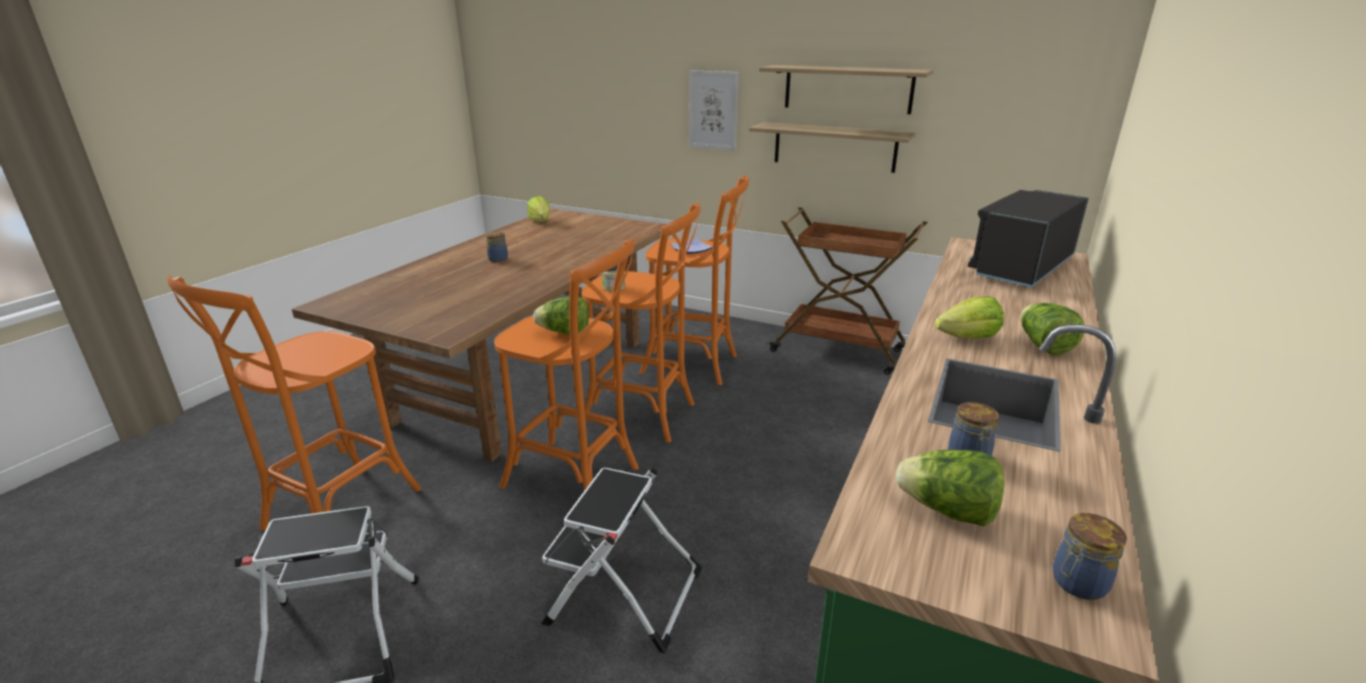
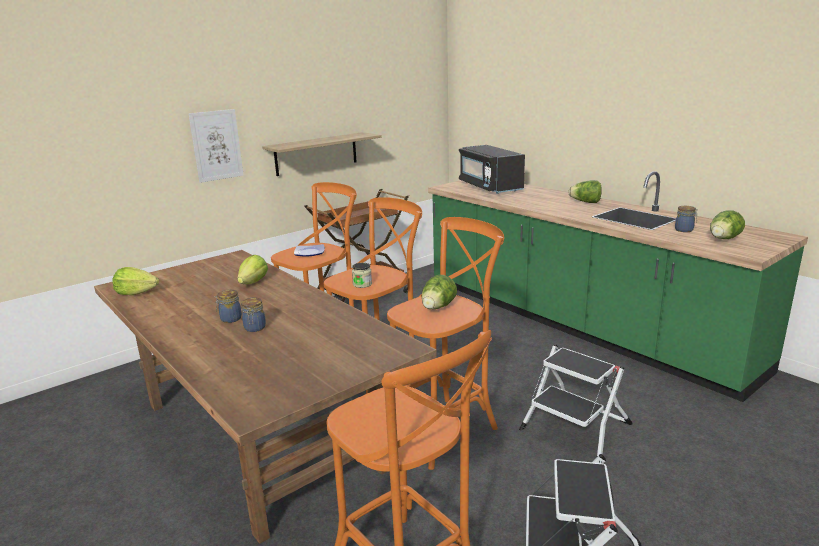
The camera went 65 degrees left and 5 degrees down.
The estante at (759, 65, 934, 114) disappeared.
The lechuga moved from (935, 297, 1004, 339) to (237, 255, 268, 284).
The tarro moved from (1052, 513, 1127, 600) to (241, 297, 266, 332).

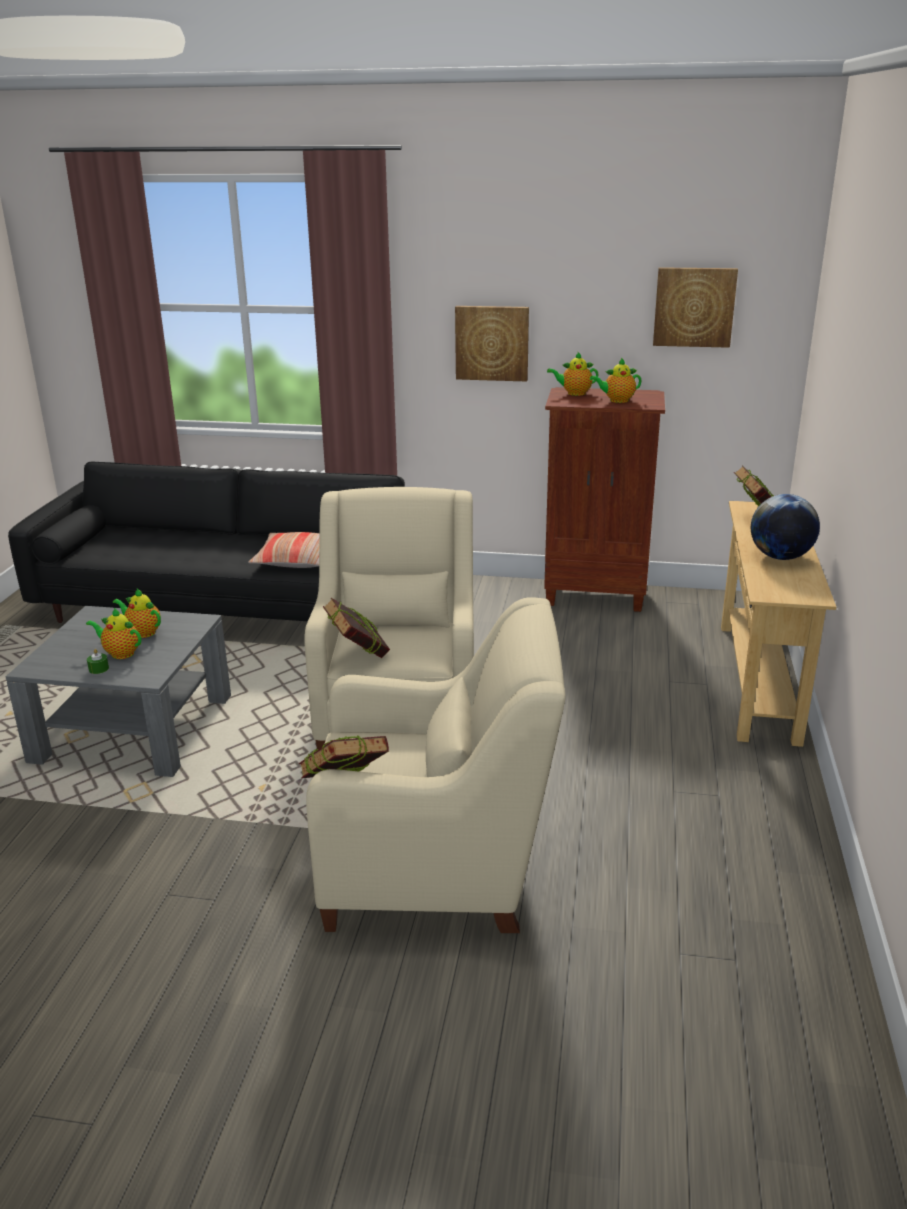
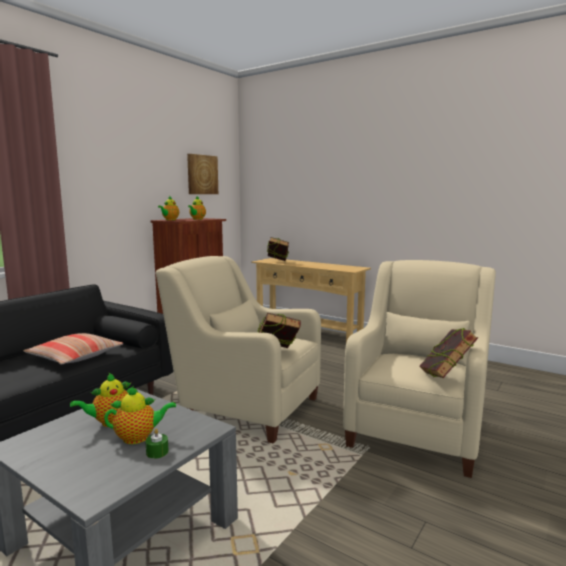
The camera went 65 degrees left and 15 degrees down.
The tetera at (86, 608, 141, 659) turned 150 degrees counterclockwise.
The cuadro at (455, 306, 529, 382) disappeared.
The globo terráqueo at (751, 494, 820, 560) disappeared.

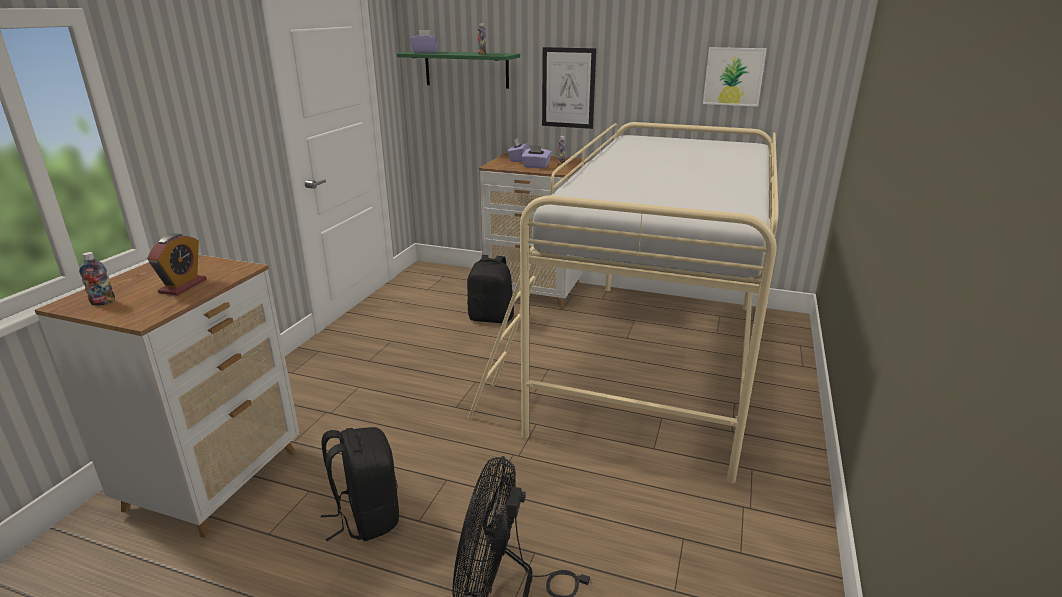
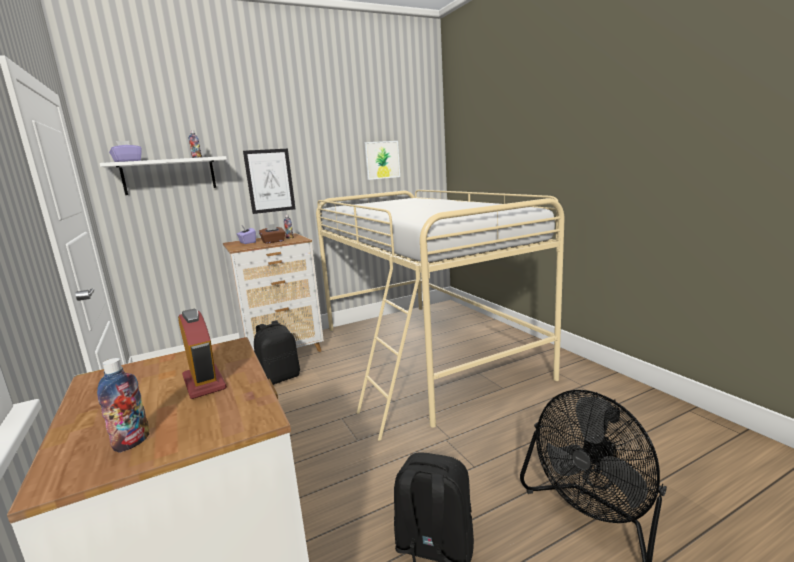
The camera went 45 degrees left and 10 degrees down.
The estante [verde] at (397, 51, 520, 89) became the estante [blanco] at (100, 156, 227, 195).
The caja de pañuelos [morado] at (521, 145, 552, 168) became the caja de pañuelos [marrón] at (259, 224, 286, 244).

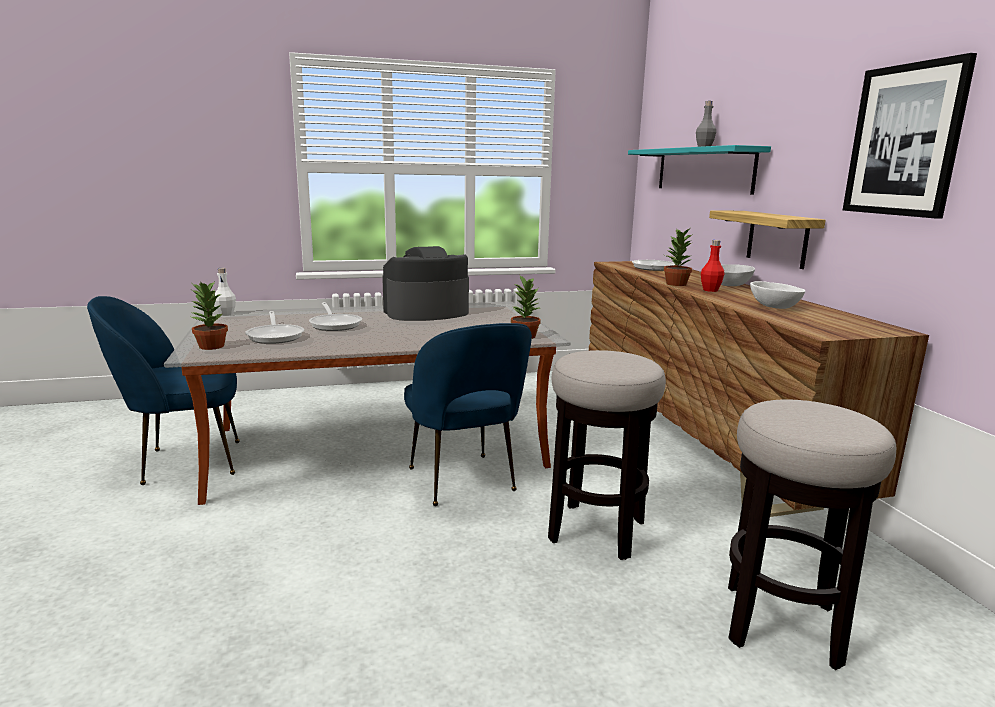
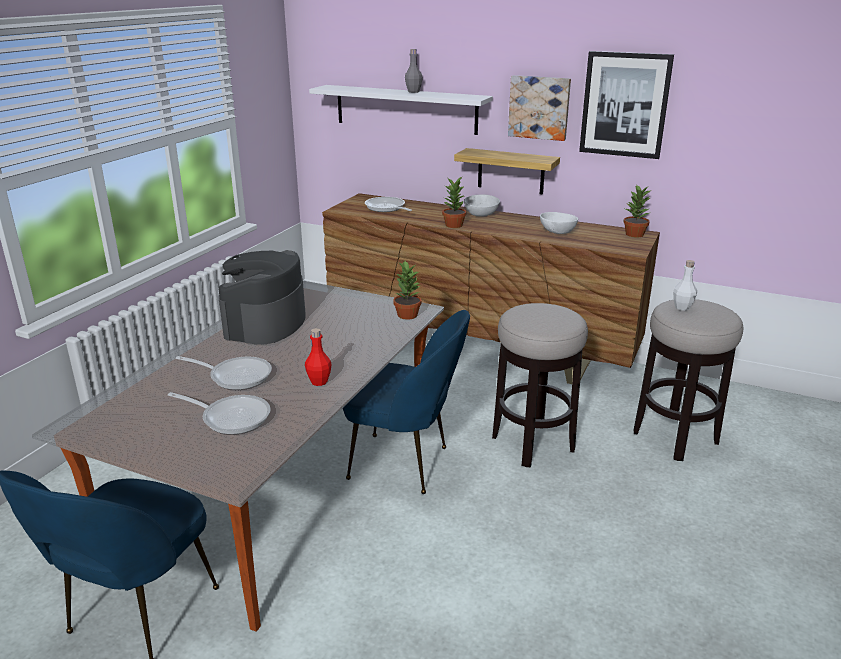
The camera went 50 degrees left and 10 degrees up.
The planta en maceta moved from (190, 281, 228, 350) to (623, 184, 650, 237).
The botella [blanco] moved from (214, 268, 236, 316) to (673, 260, 697, 311).
The estante [turquesa] at (628, 145, 771, 195) became the estante [blanco] at (309, 85, 493, 135).
The botella [rojo] moved from (701, 240, 724, 292) to (305, 328, 332, 386).
The cuadro at (508, 75, 571, 141) appeared.

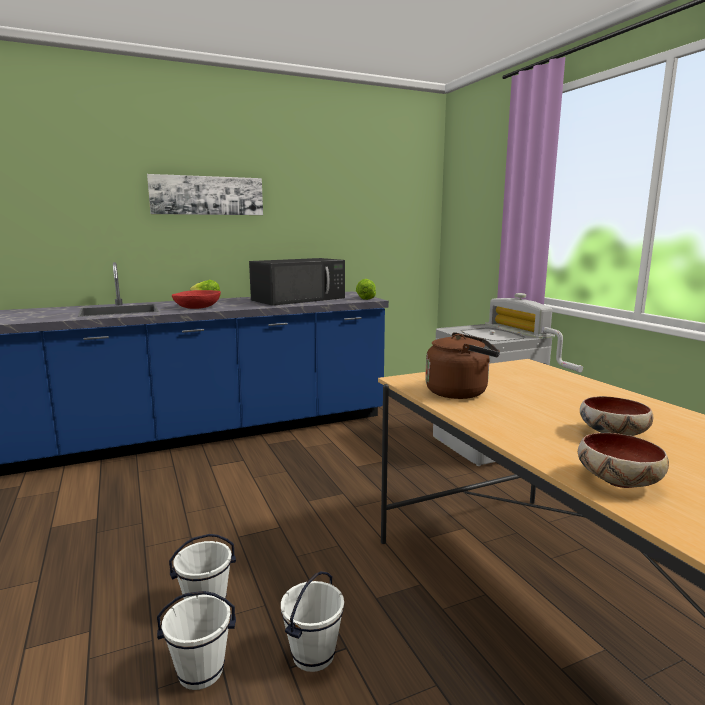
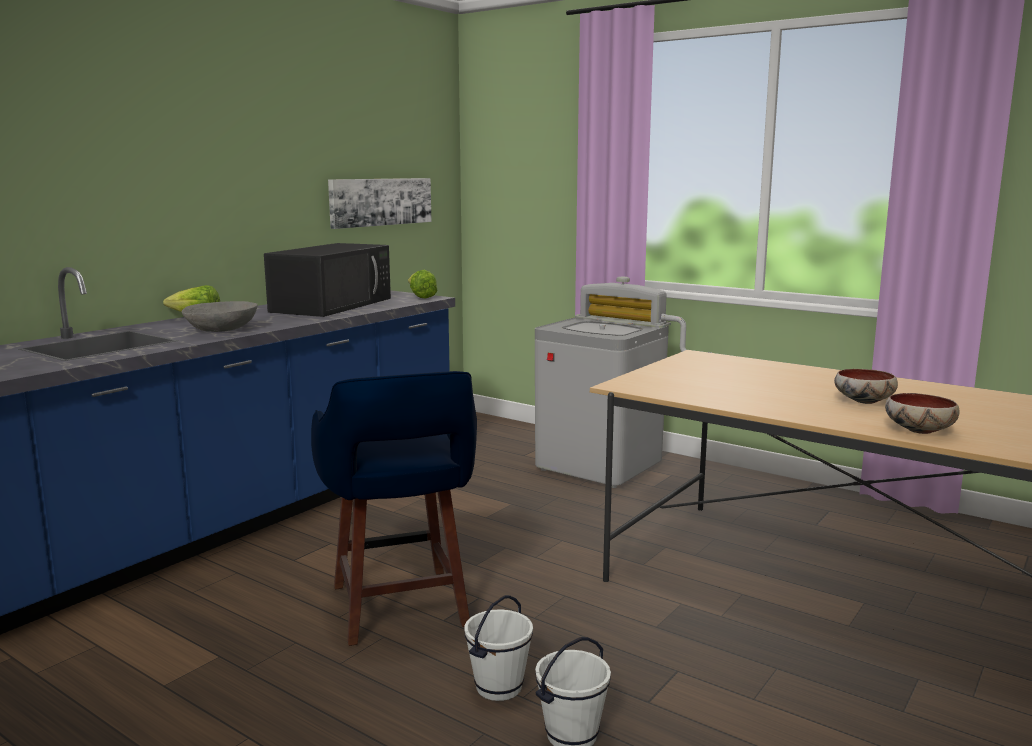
The camera went 30 degrees left and 0 degrees up.
The cuadro moved from (147, 174, 263, 215) to (328, 178, 432, 229).
The cuenco [rojo] at (172, 290, 221, 309) became the cuenco [gris] at (182, 301, 258, 332).
The cubo [blanco] at (281, 571, 344, 672) disappeared.
The hervidor [marrón] at (425, 332, 500, 399) disappeared.
The taburete [azul] at (311, 371, 477, 646) appeared.

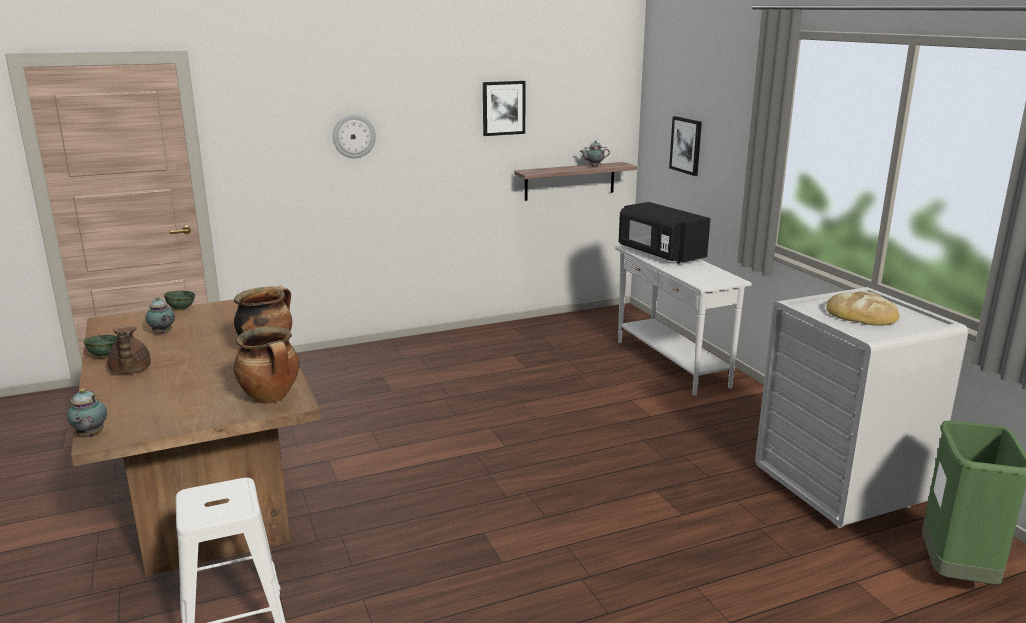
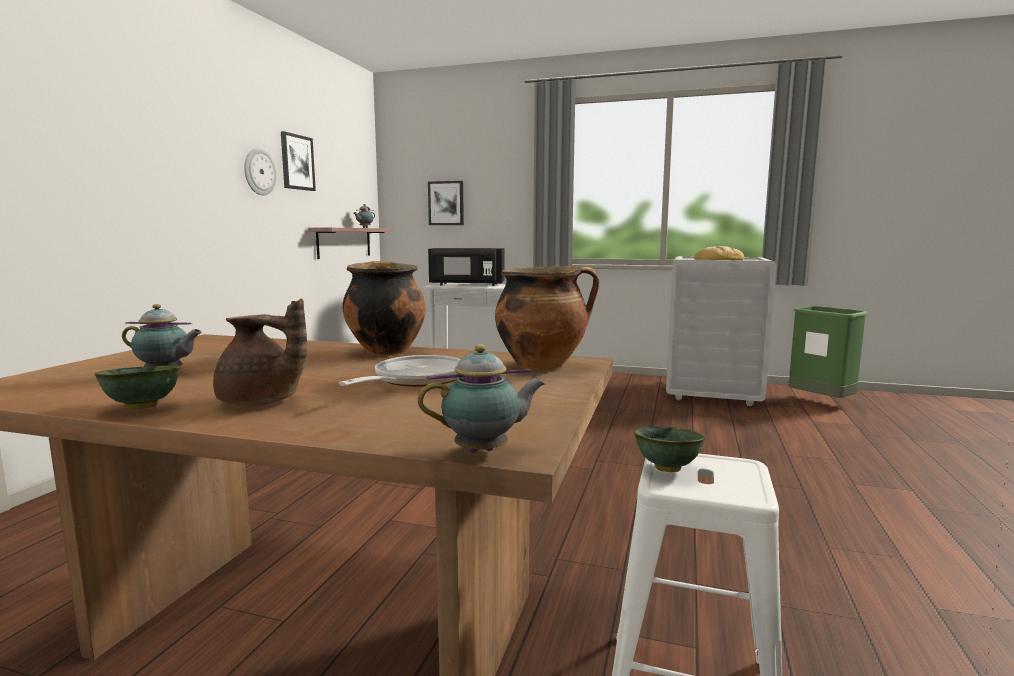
The camera went 50 degrees left and 10 degrees down.
The tetera at (67, 388, 107, 436) turned 45 degrees counterclockwise.
The cuenco [verde] moved from (164, 290, 196, 311) to (634, 427, 706, 472).
The reloj de pared moved from (333, 115, 376, 158) to (244, 148, 276, 195).
The sartén at (339, 355, 461, 387) appeared.

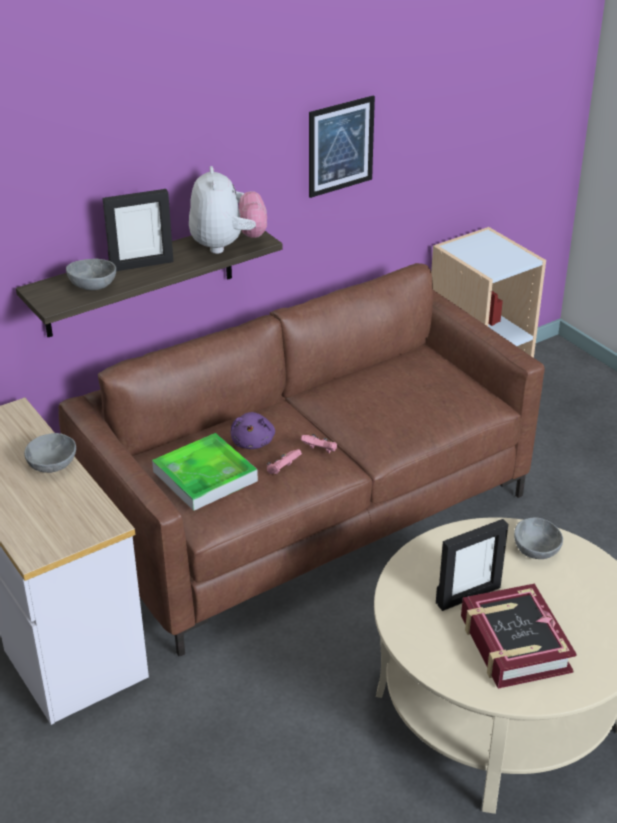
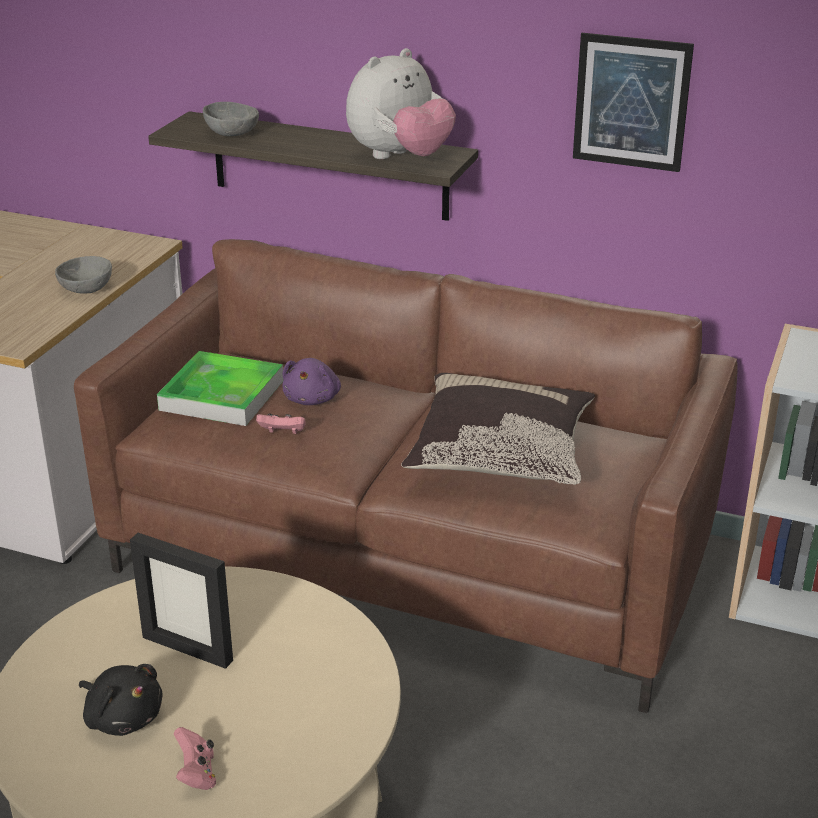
The camera went 55 degrees right and 5 degrees down.
The portarretratos at (102, 189, 174, 271) disappeared.
The peluche [morado] at (231, 412, 275, 449) turned 45 degrees counterclockwise.
The mando de consola [rosa] moved from (301, 434, 337, 453) to (174, 727, 216, 790).
The libro at (461, 584, 576, 689) was replaced by the peluche [negro] at (79, 664, 162, 736).
The cuenco [gris] at (514, 517, 563, 559) disappeared.
The cojín at (401, 373, 595, 485) appeared.

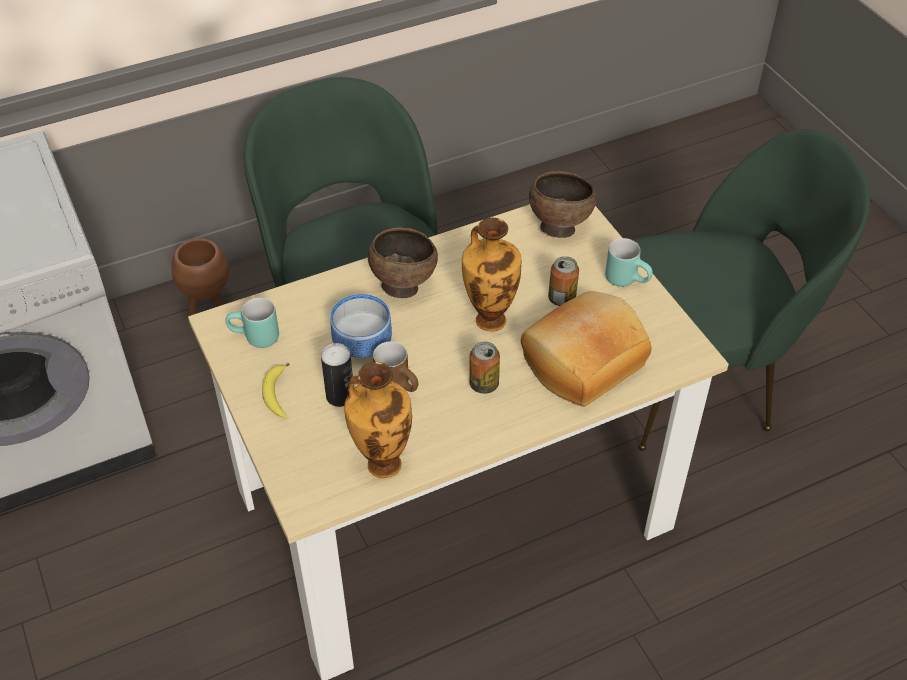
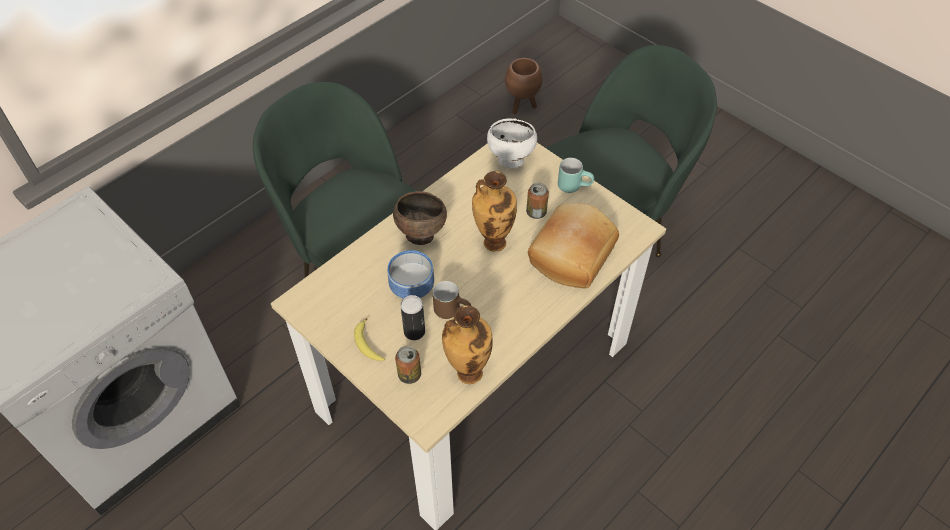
The camera went 20 degrees left and 5 degrees up.
The maceta [marrón] moved from (171, 238, 229, 316) to (505, 58, 542, 114).
The taza grande [turquesa] at (225, 298, 279, 348) disappeared.
The lata moved from (469, 341, 500, 394) to (395, 346, 421, 384).
The cuenco [marrón] at (529, 171, 596, 238) became the cuenco [blanco] at (487, 118, 537, 168).

